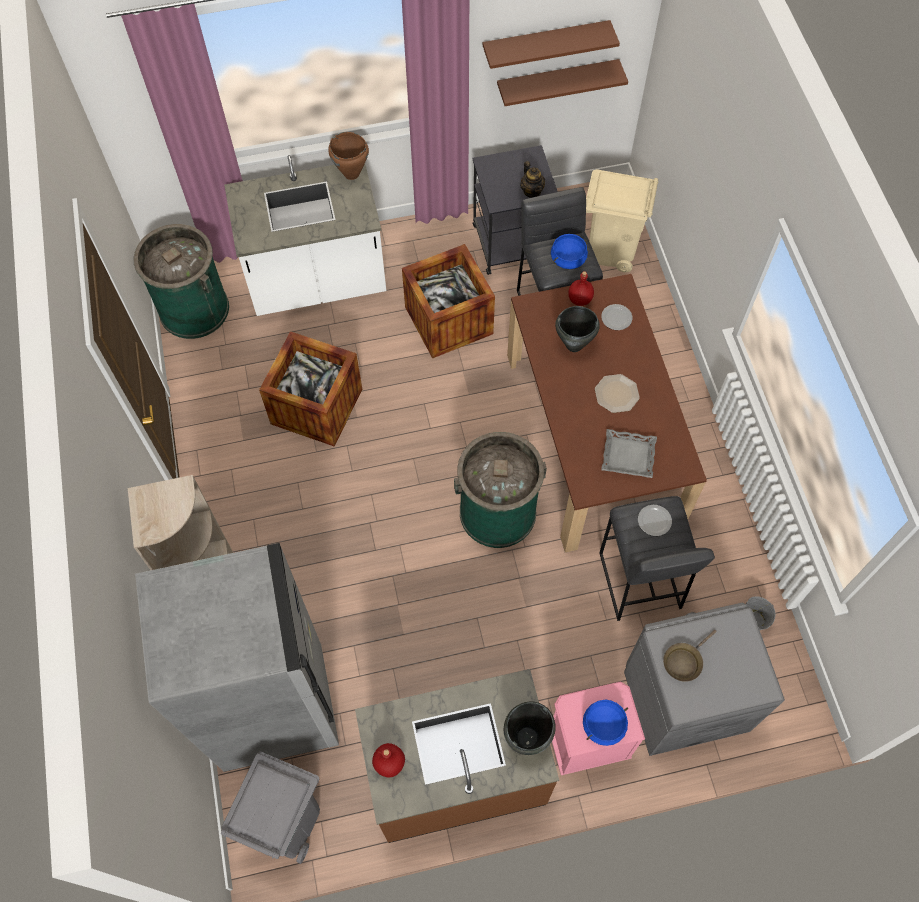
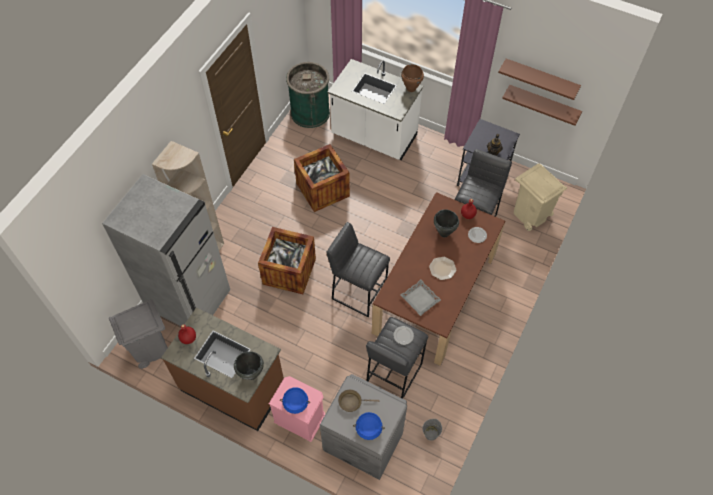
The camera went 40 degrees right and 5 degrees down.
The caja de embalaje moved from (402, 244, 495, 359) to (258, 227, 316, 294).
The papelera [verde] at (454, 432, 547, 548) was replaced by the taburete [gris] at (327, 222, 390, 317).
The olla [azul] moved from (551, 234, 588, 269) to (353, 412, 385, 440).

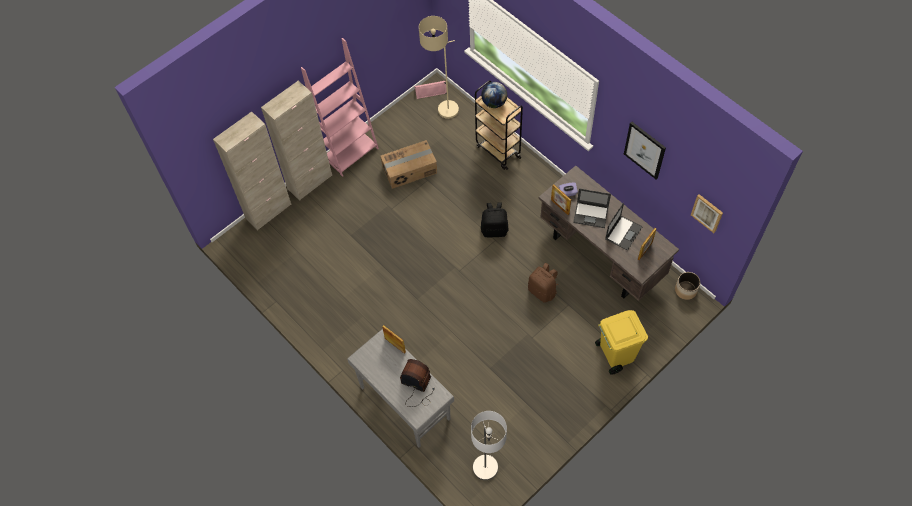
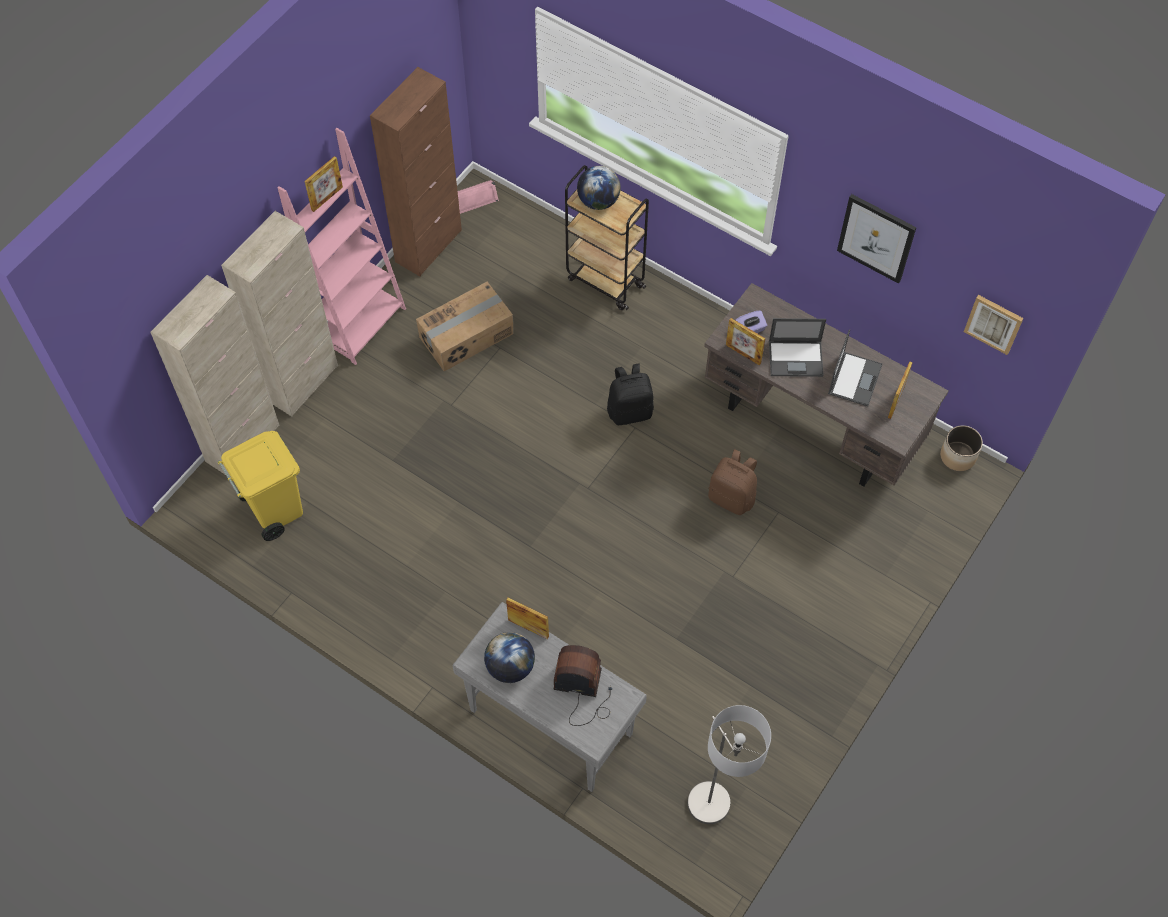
The camera went 15 degrees left and 0 degrees up.
The lámpara de pie [beis] at (419, 16, 459, 119) disappeared.
The papelera [amarillo] moved from (595, 310, 648, 375) to (218, 431, 303, 541).
The portarretratos at (305, 156, 343, 212) appeared.
The armario [marrón] at (370, 67, 462, 276) appeared.
The globo terráqueo at (484, 632, 535, 683) appeared.

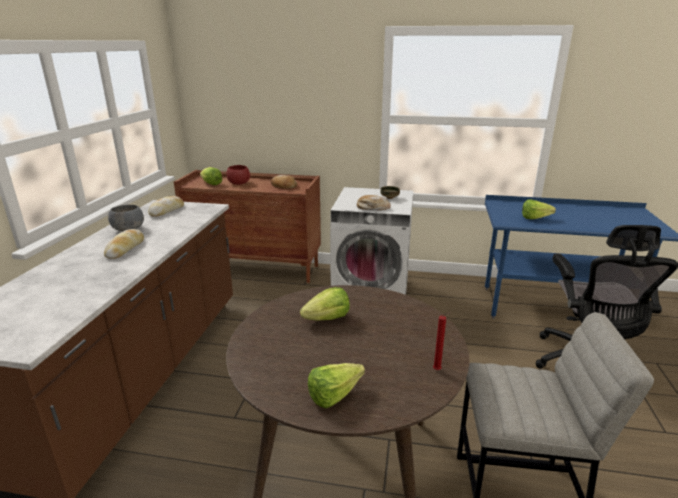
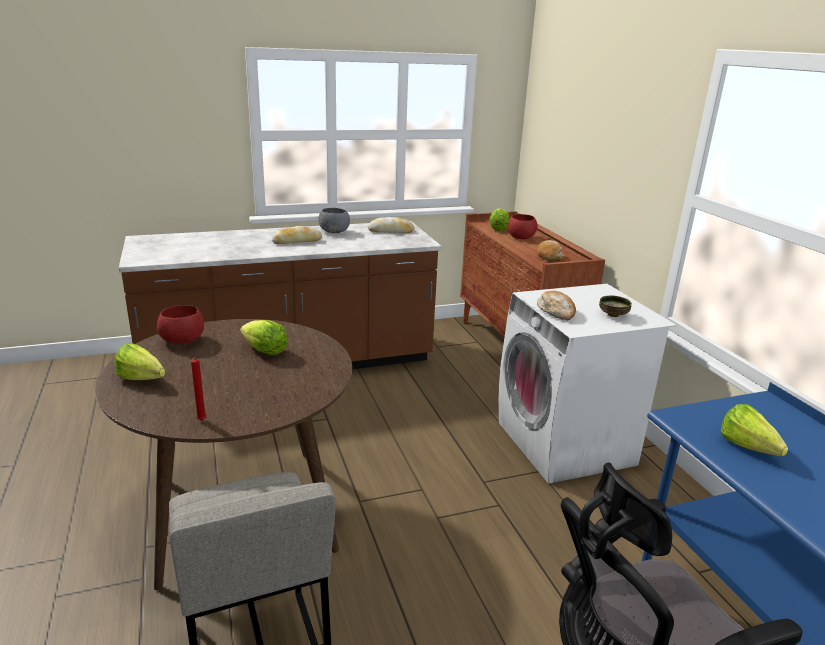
The camera went 60 degrees right and 0 degrees up.
The cuenco [rojo] at (157, 305, 204, 344) appeared.

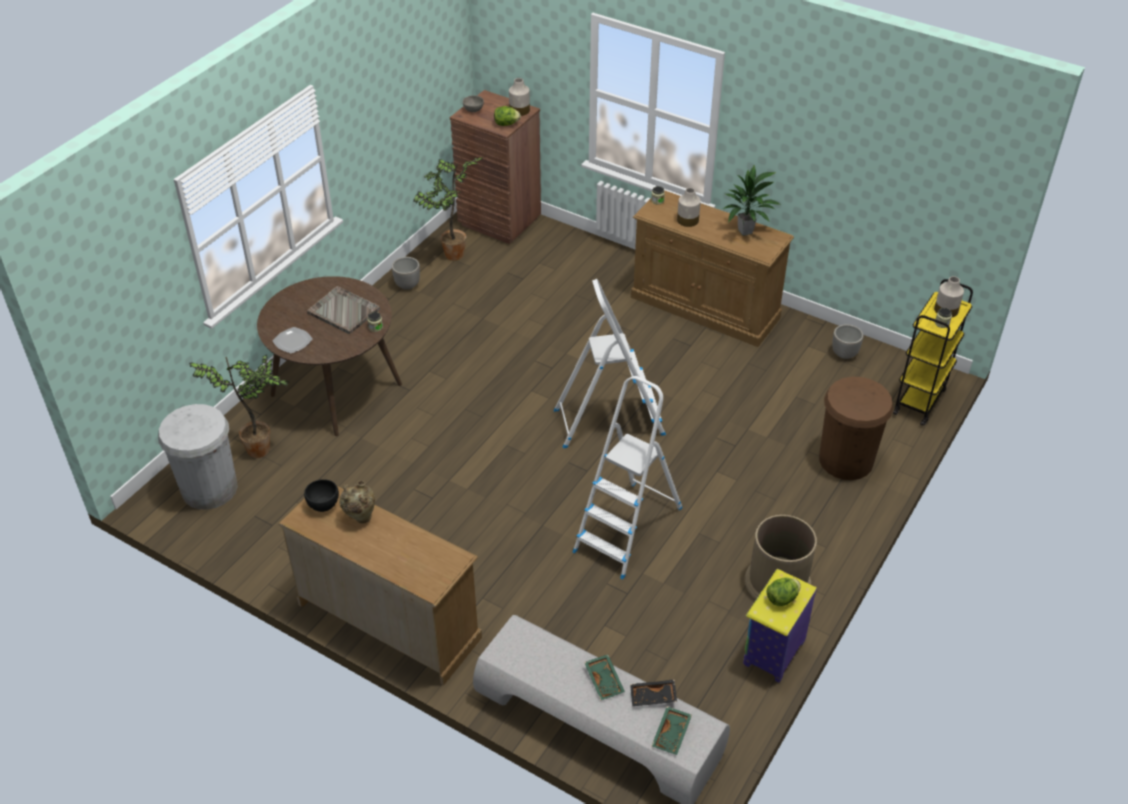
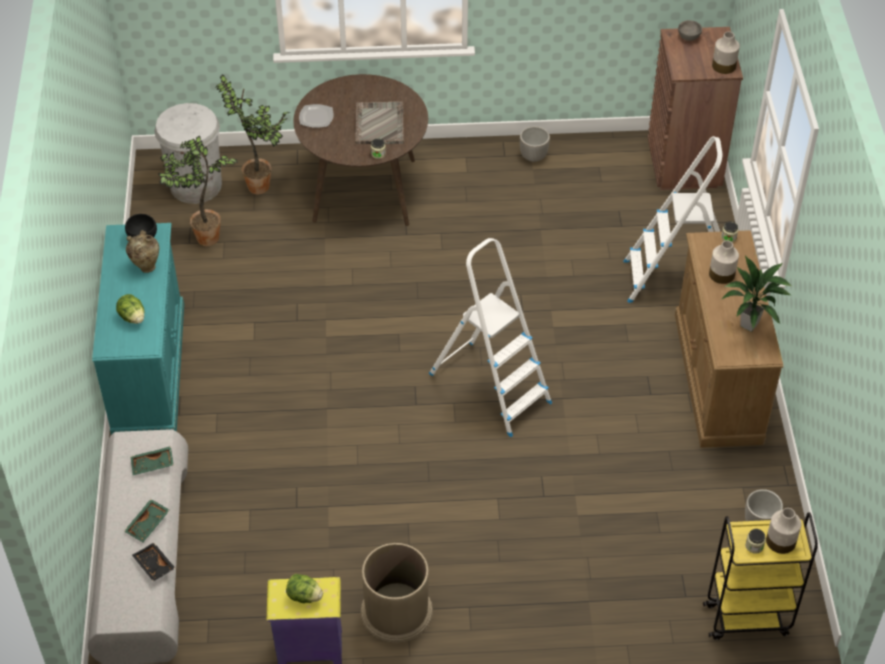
The camera went 55 degrees right and 5 degrees up.
The armario [marrón] at (279, 486, 482, 686) became the armario [turquesa] at (92, 223, 184, 435).
The planta en maceta moved from (413, 157, 485, 261) to (158, 135, 238, 246).
The lechuga moved from (494, 106, 521, 126) to (116, 294, 144, 324).
The escalera de tijera [blanco] moved from (573, 376, 682, 579) to (623, 136, 722, 303).
The bandeja [verde] moved from (652, 706, 692, 755) to (131, 446, 173, 475).
The papelera [marrón] at (819, 377, 893, 480) disappeared.

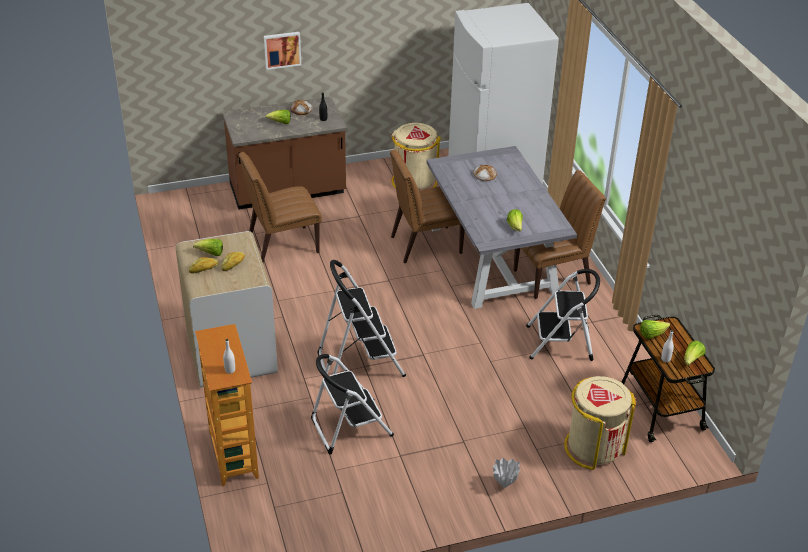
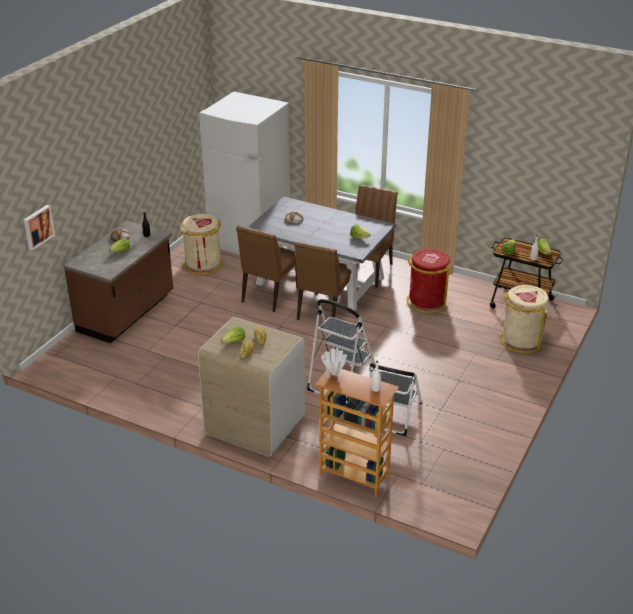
The camera went 45 degrees left and 5 degrees down.
The silla [marrón] moved from (238, 152, 322, 263) to (294, 241, 351, 320).
The cuadro moved from (264, 32, 301, 70) to (24, 205, 55, 251).
The florero [blanco] moved from (493, 458, 520, 488) to (321, 348, 347, 375).
The escalera de tijera at (526, 269, 600, 361) was replaced by the papelera [rojo] at (407, 249, 450, 313).

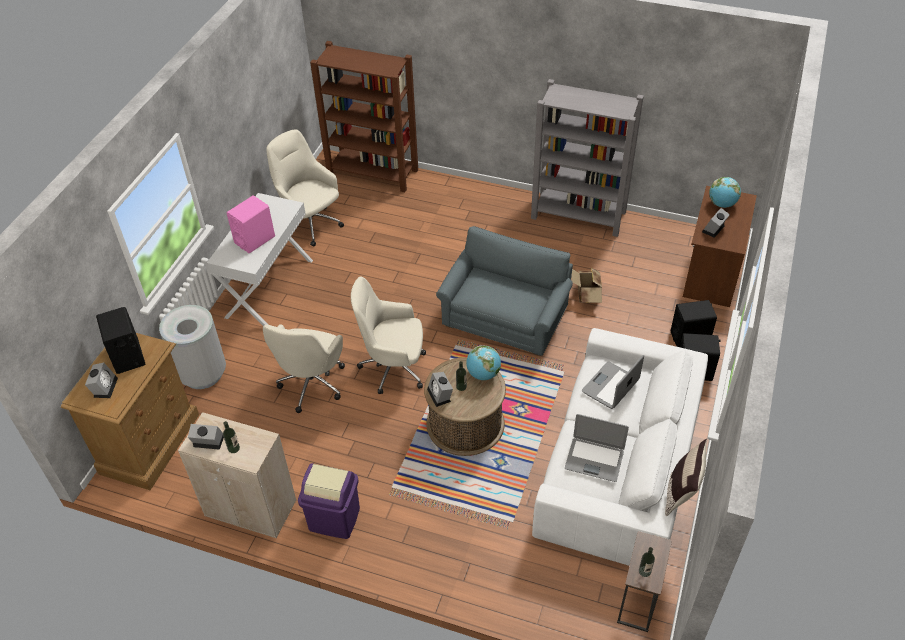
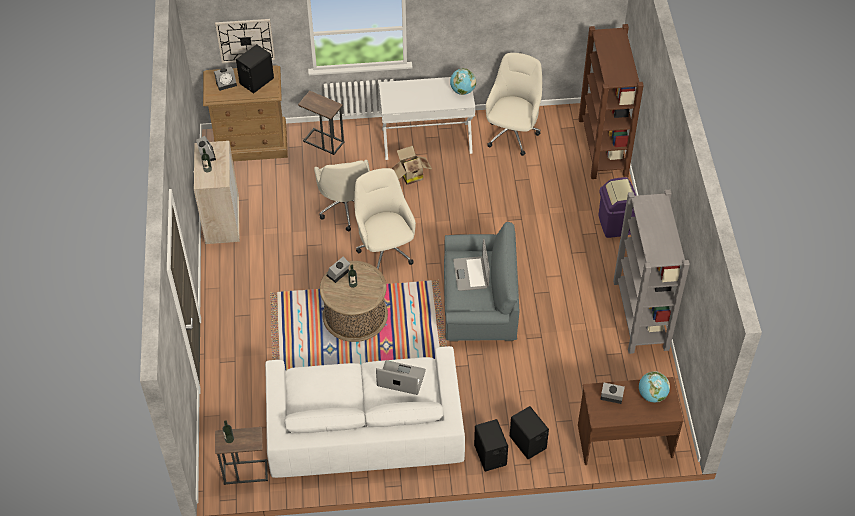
The camera went 65 degrees right and 5 degrees up.
The papelera [gris] at (159, 305, 226, 389) was replaced by the mesa auxiliar [marrón] at (298, 91, 345, 155).
The altavoz [rosa] at (226, 195, 275, 254) disappeared.
The silla de oficina [beis] at (263, 324, 345, 413) turned 90 degrees counterclockwise.
The papelera [morado] moved from (298, 463, 360, 539) to (598, 177, 637, 238).
The globo terráqueo moved from (466, 346, 501, 380) to (450, 68, 476, 95).
The portátil moved from (565, 414, 629, 482) to (453, 238, 490, 291).
The caja de cartón moved from (571, 268, 602, 303) to (391, 146, 432, 185).
The cojín at (665, 439, 707, 516) disappeared.
The reloj de pared at (215, 19, 275, 63) appeared.

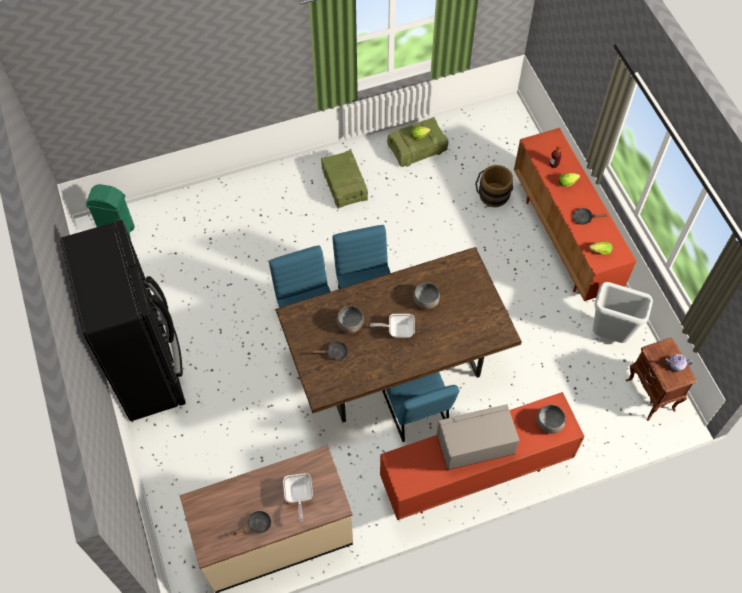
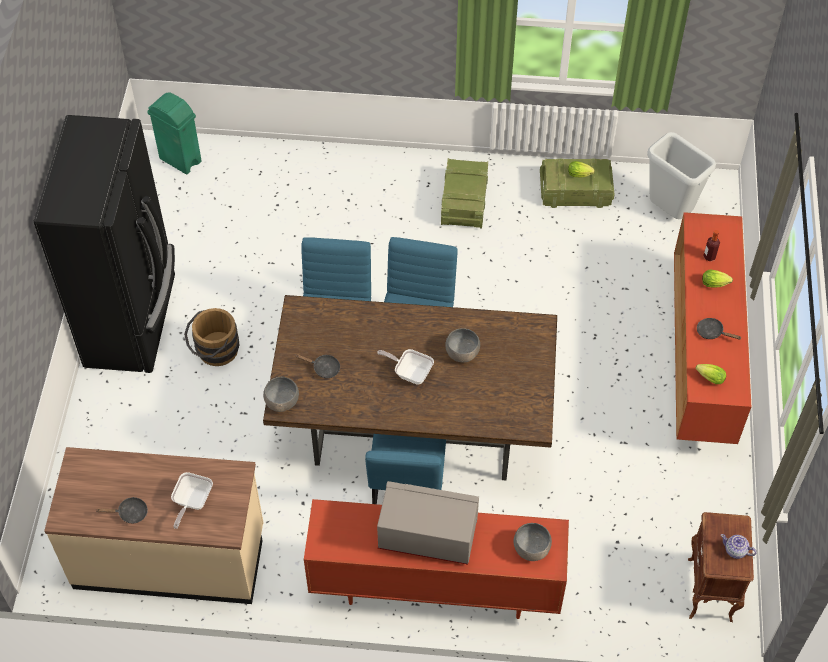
The camera went 25 degrees right and 5 degrees down.
The cuenco [gris] moved from (337, 306, 364, 333) to (263, 377, 299, 412).
The cubo [marrón] moved from (475, 165, 513, 207) to (184, 308, 239, 366).
The papelera [gris] moved from (593, 282, 653, 343) to (647, 132, 716, 219).

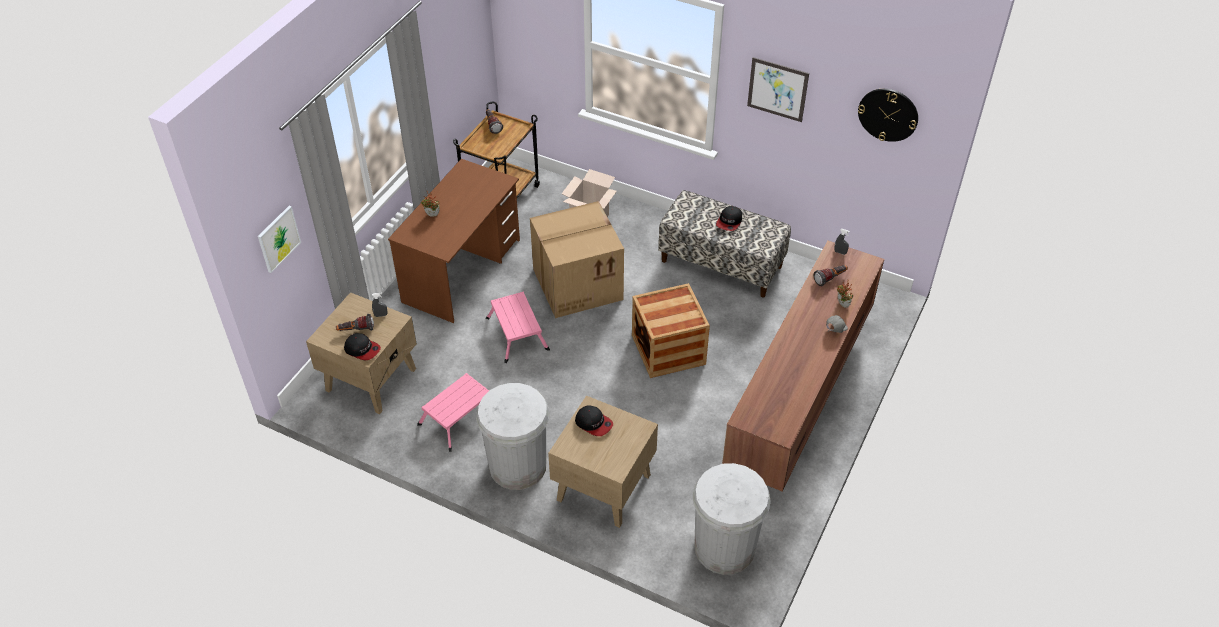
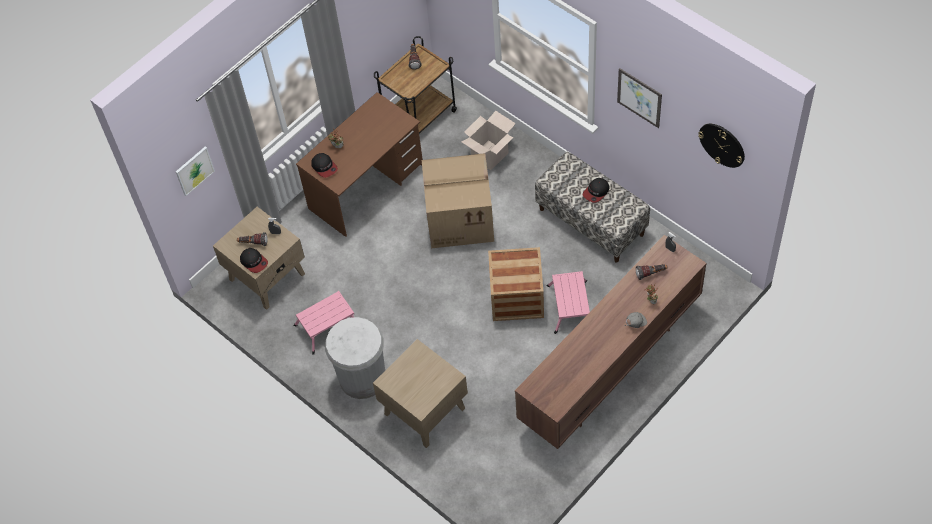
The camera went 20 degrees right and 10 degrees up.
The escalera de tijera [rosa] moved from (486, 292, 550, 363) to (546, 271, 590, 334).
The gorra moved from (575, 405, 613, 436) to (311, 153, 338, 178).
The papelera [blanco] at (692, 463, 771, 575) disappeared.

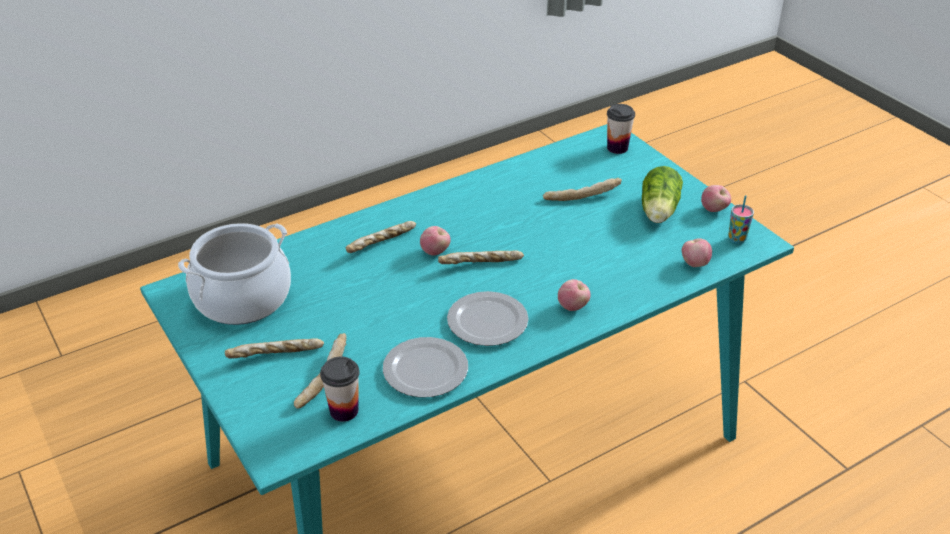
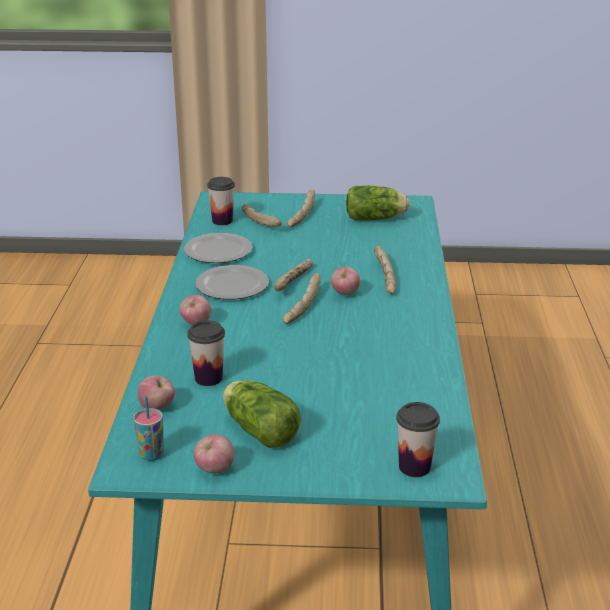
The camera went 125 degrees right and 10 degrees down.
The olla at (178, 223, 291, 325) was replaced by the lechuga at (346, 186, 409, 221).
The pan moved from (543, 178, 622, 201) to (274, 259, 313, 291).
The taza at (187, 320, 225, 386) appeared.

